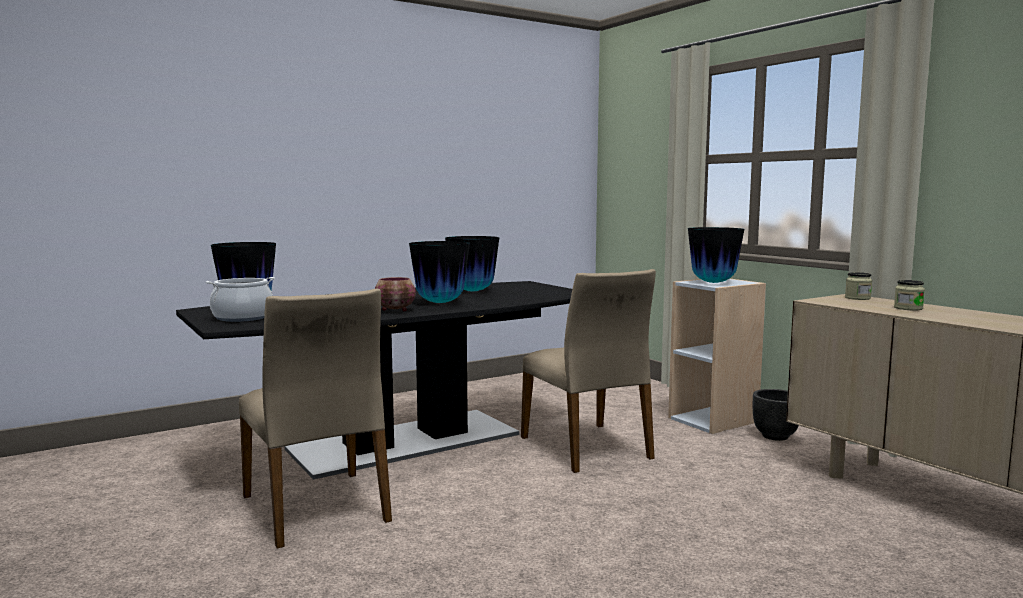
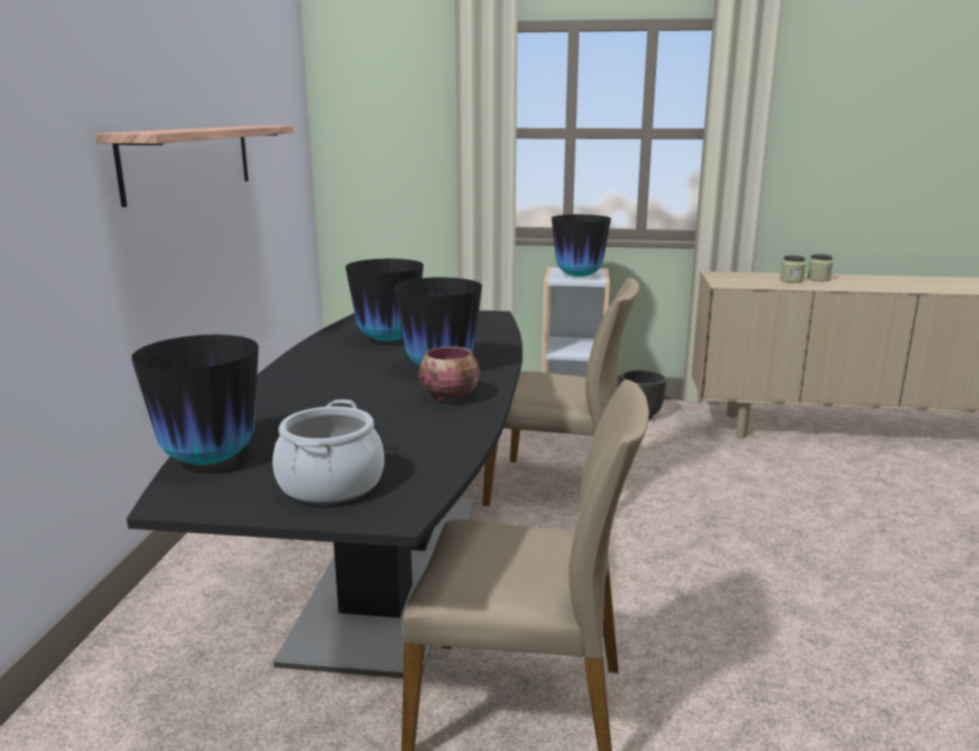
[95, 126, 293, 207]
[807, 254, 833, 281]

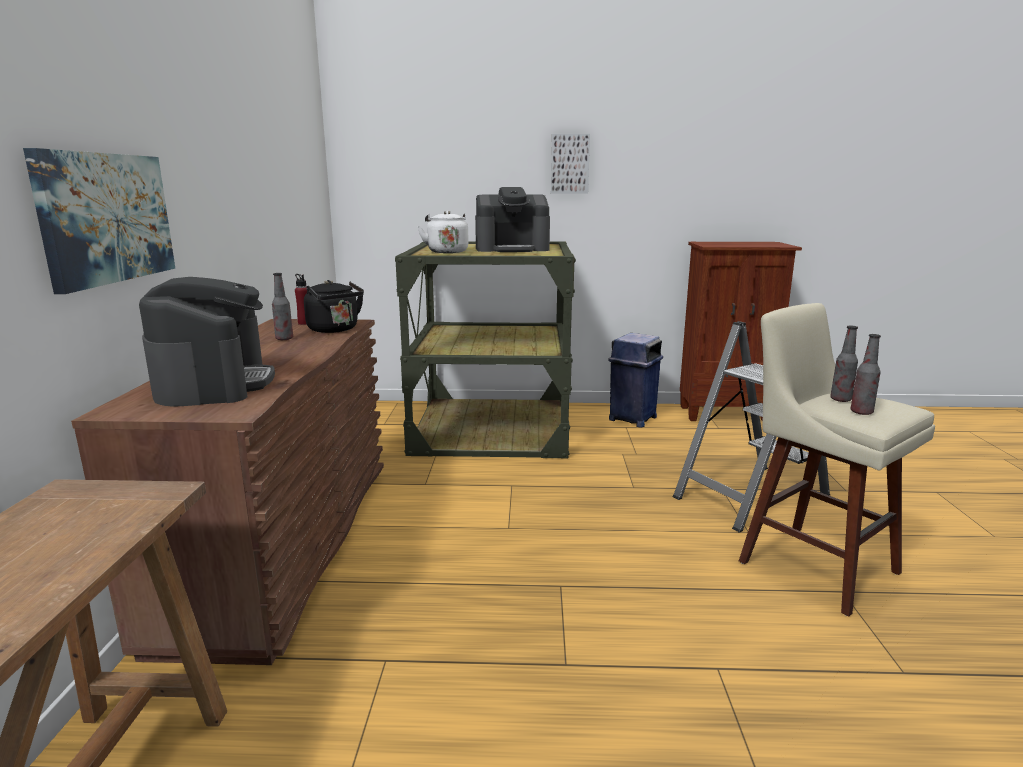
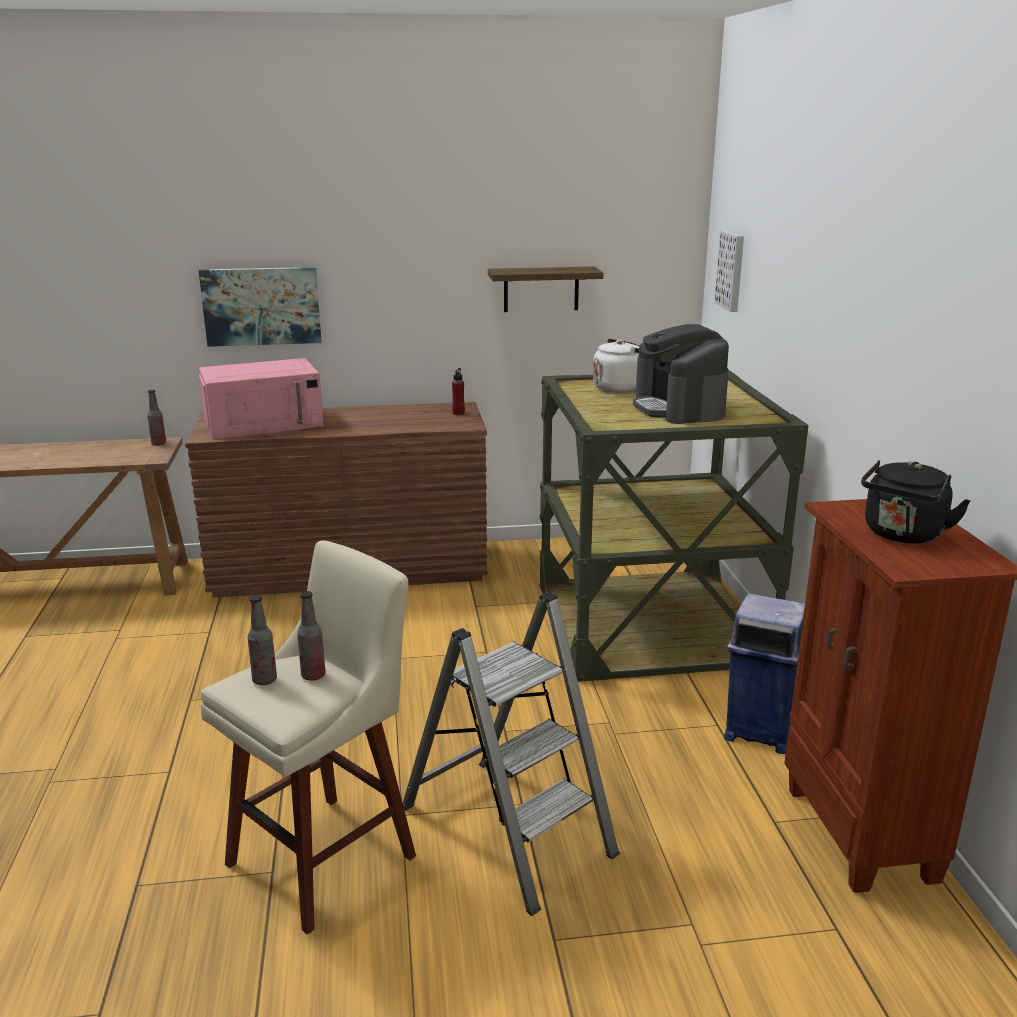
[488, 267, 603, 312]
[147, 390, 166, 445]
[861, 460, 971, 544]
[714, 231, 744, 312]
[199, 358, 324, 439]

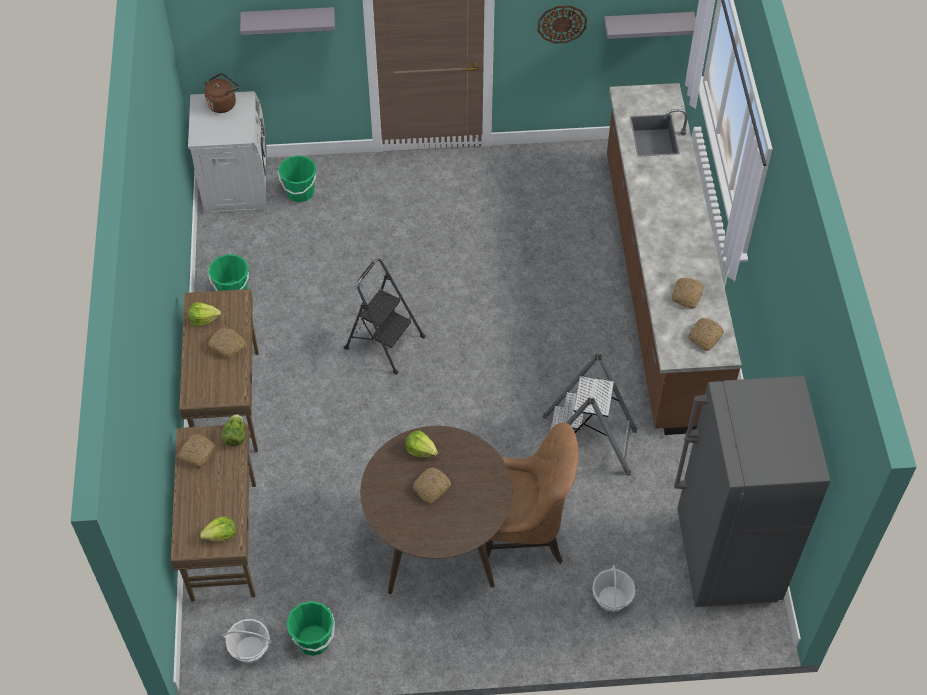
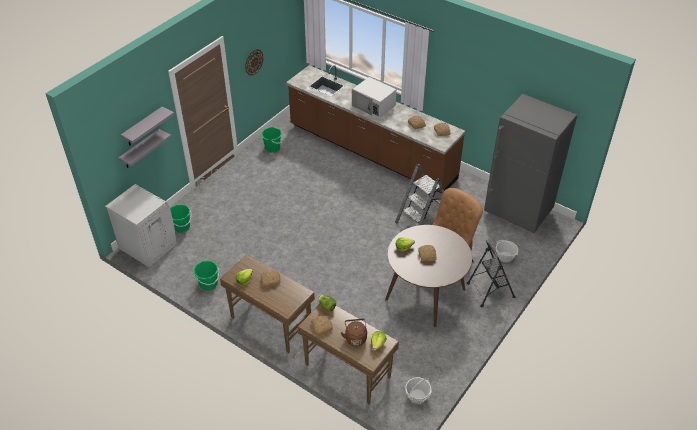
[352, 77, 396, 118]
[341, 318, 367, 346]
[261, 127, 282, 153]
[467, 240, 516, 307]
[118, 129, 171, 168]

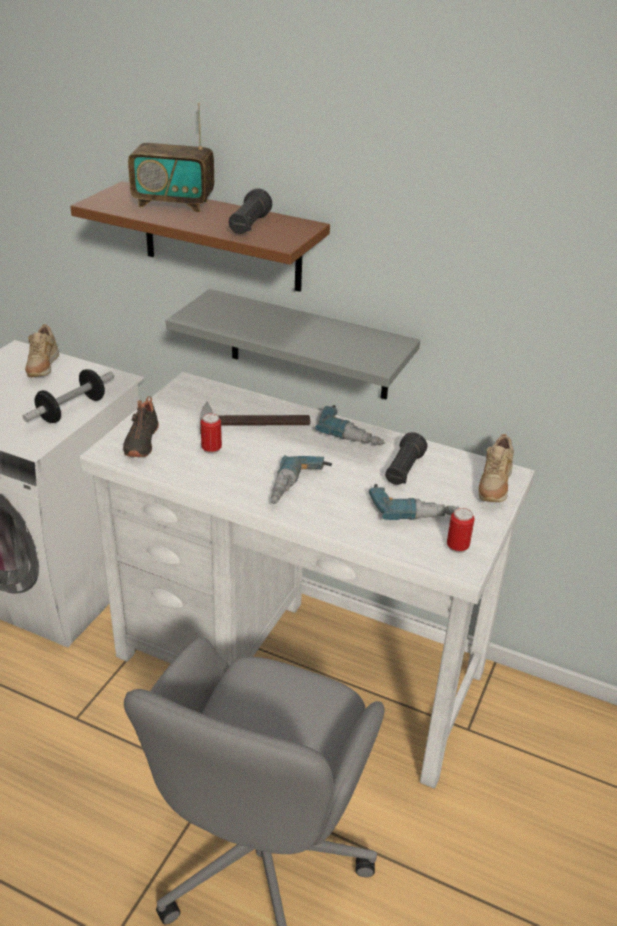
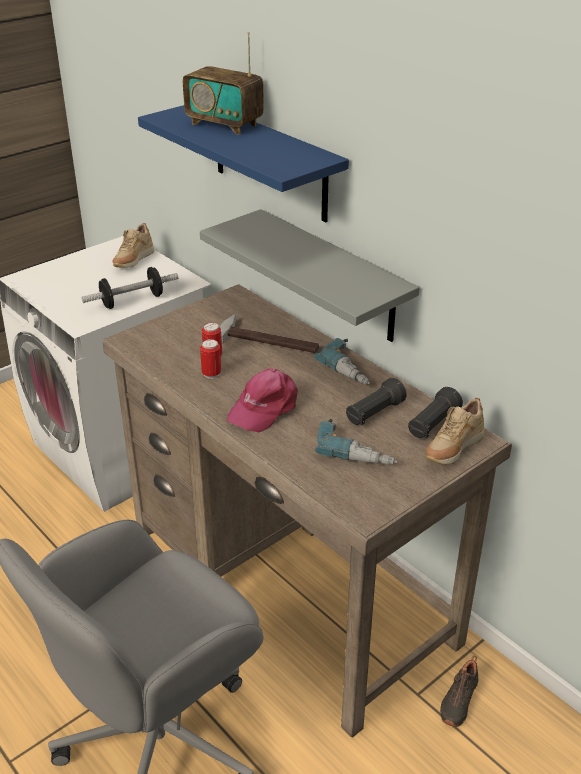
[440, 655, 479, 727]
[408, 387, 463, 438]
[200, 339, 221, 379]
[227, 368, 298, 432]
[138, 105, 349, 223]
[103, 284, 512, 737]

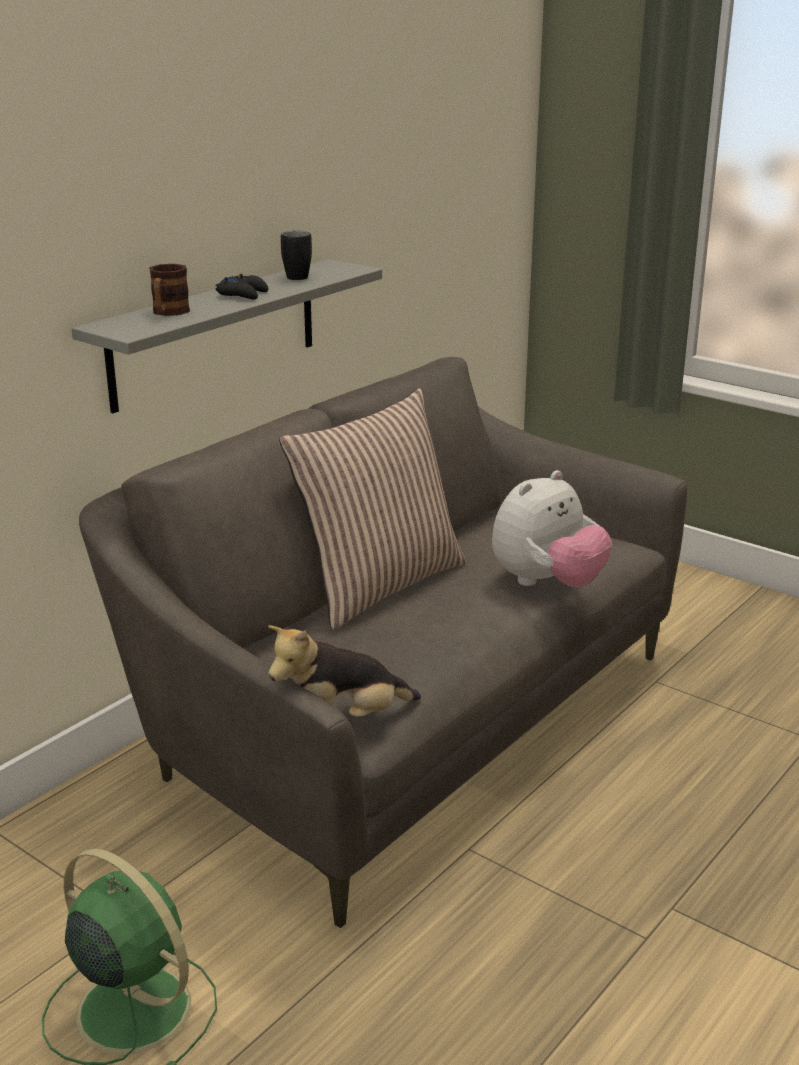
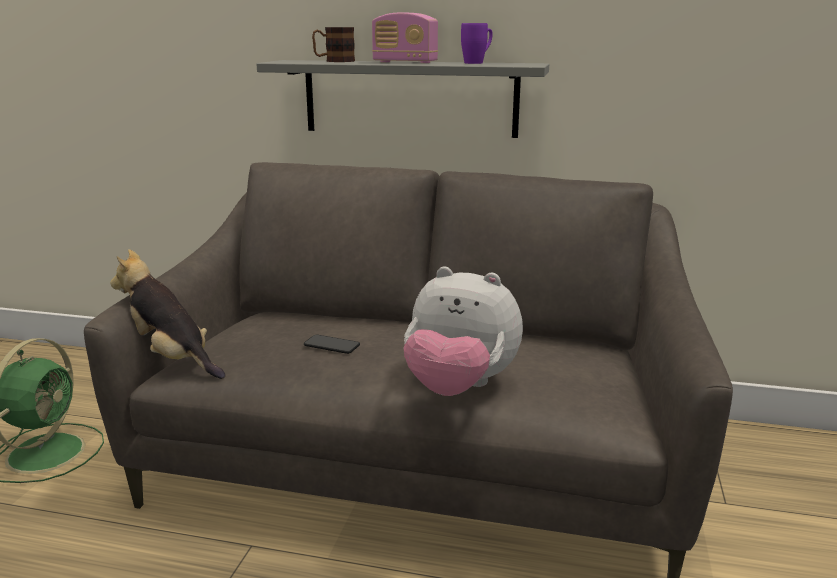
[279, 388, 466, 630] (first image)
[304, 335, 360, 354]
[372, 12, 438, 63]
[461, 23, 493, 64]

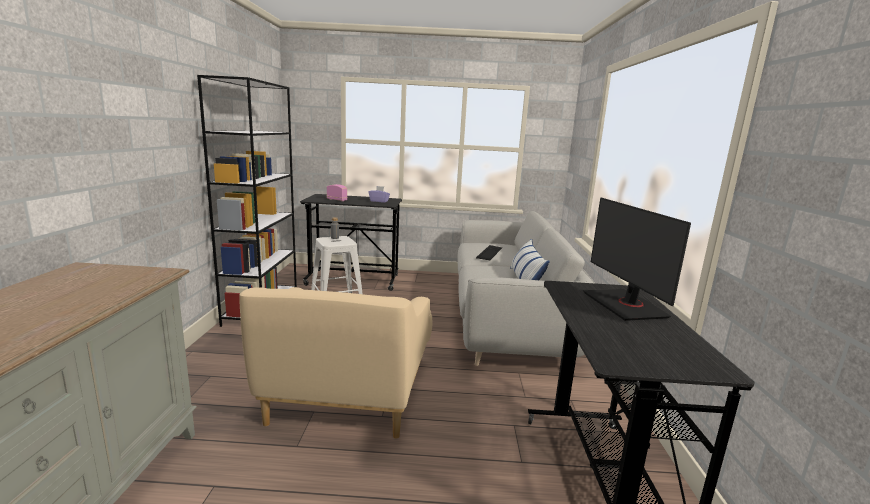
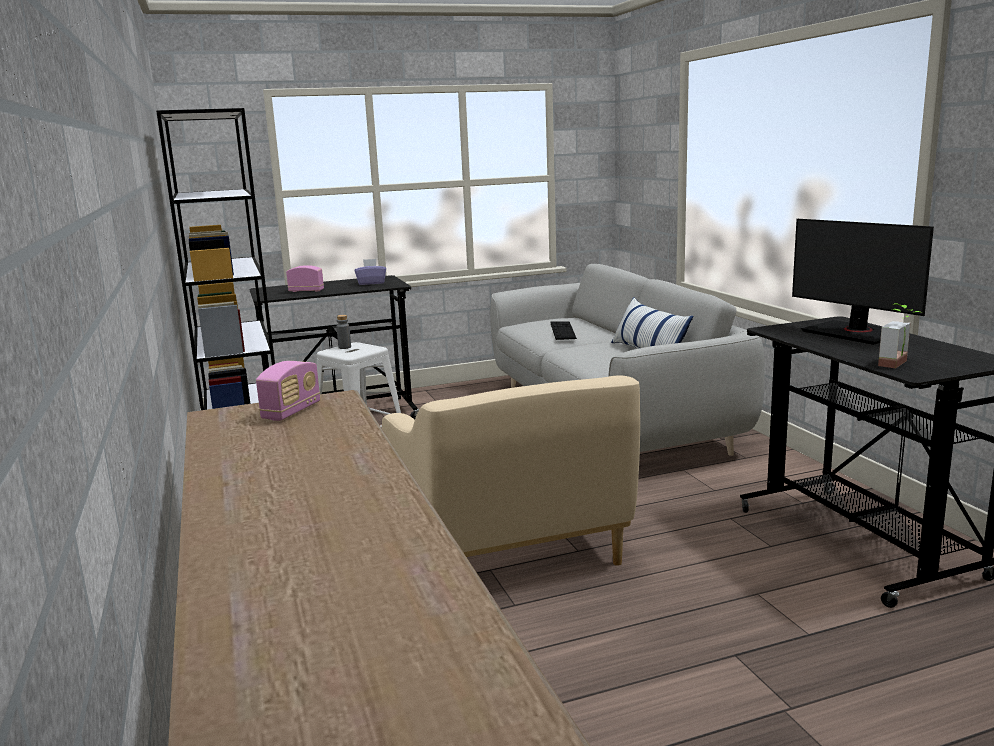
[256, 361, 320, 421]
[878, 303, 922, 368]

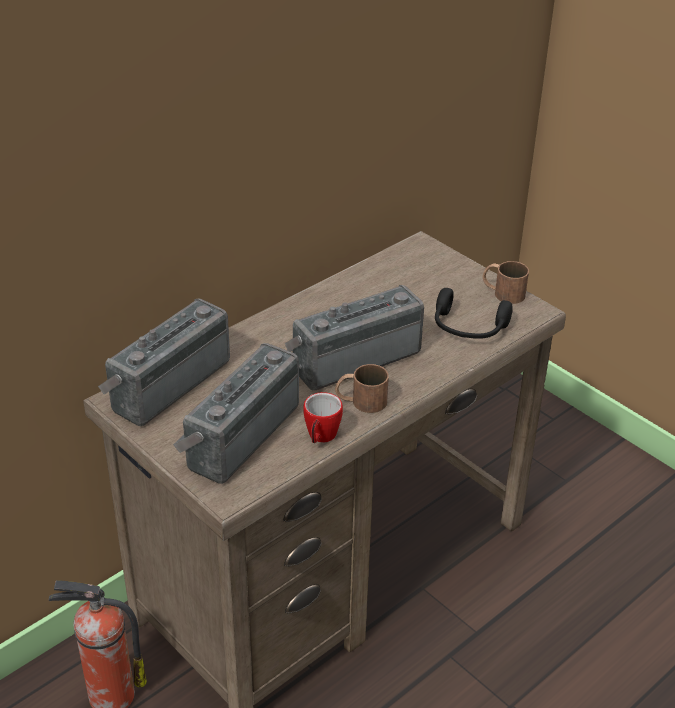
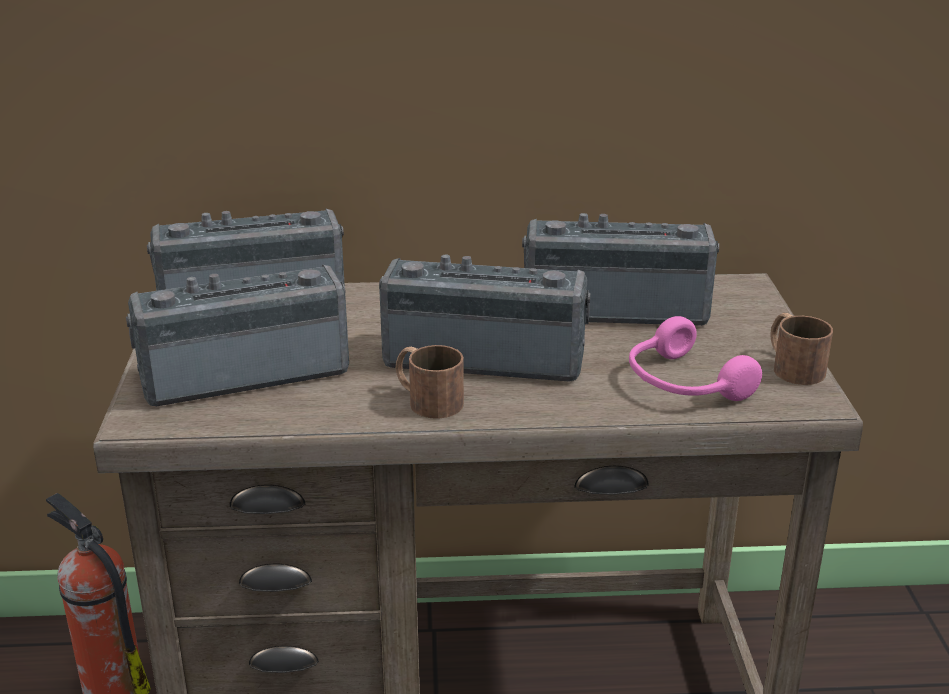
[303, 392, 343, 443] (first image)
[522, 213, 719, 326]
[629, 316, 762, 401]

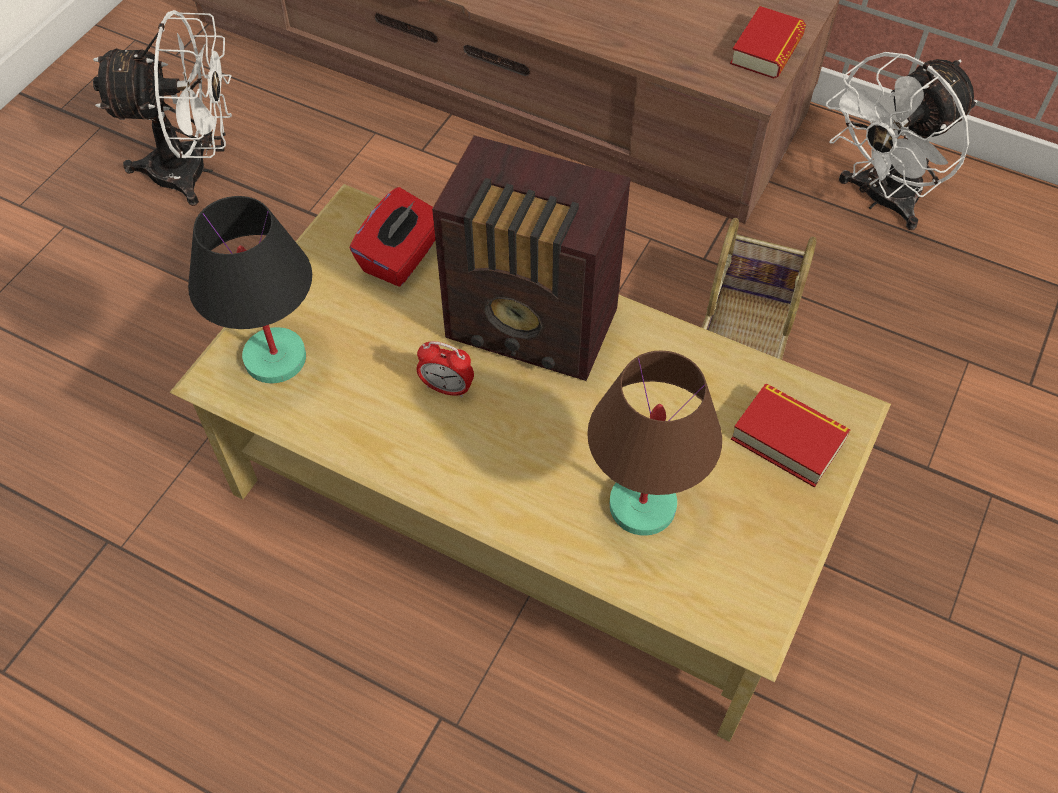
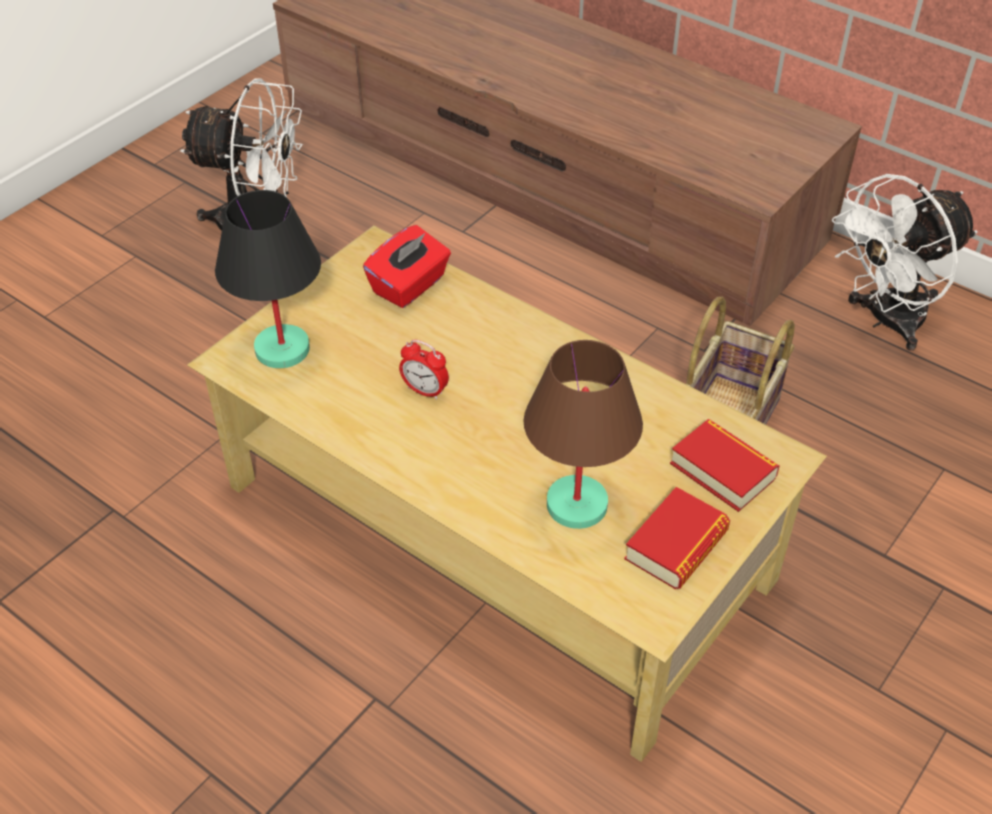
[432, 136, 631, 381] (first image)
[624, 487, 730, 589]

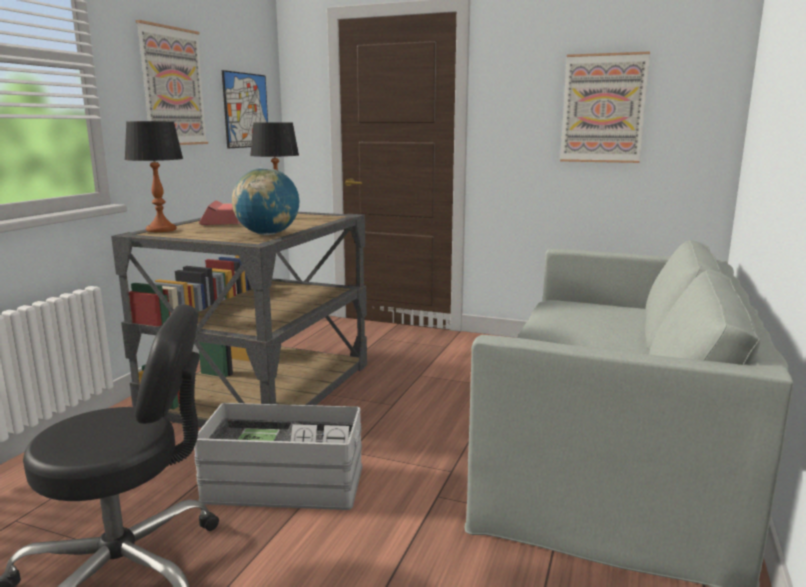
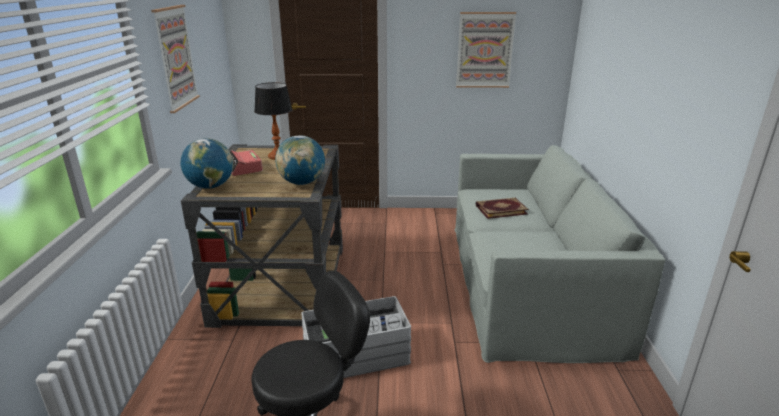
[222, 70, 268, 148] (first image)
[476, 198, 529, 219]
[180, 138, 233, 189]

